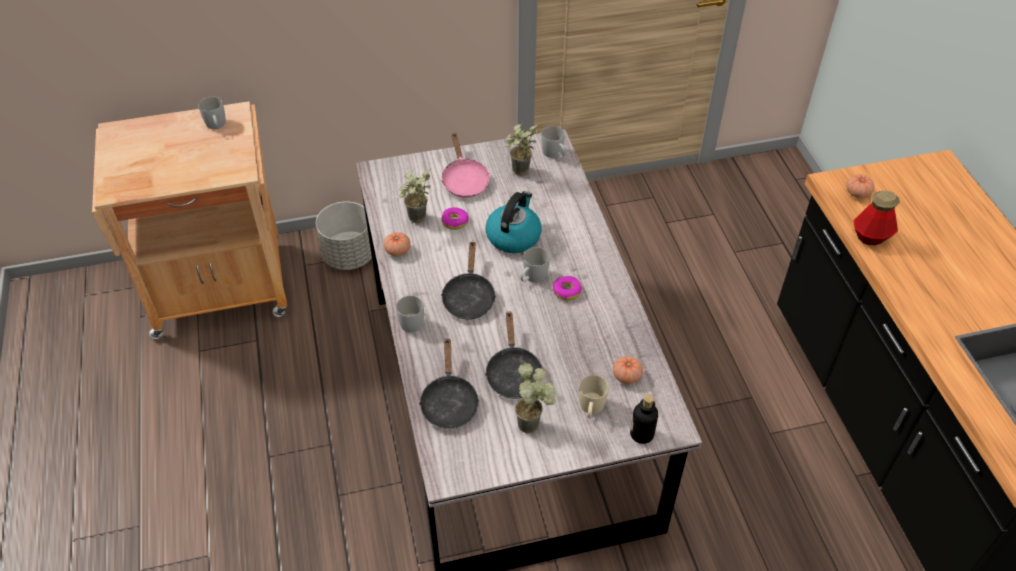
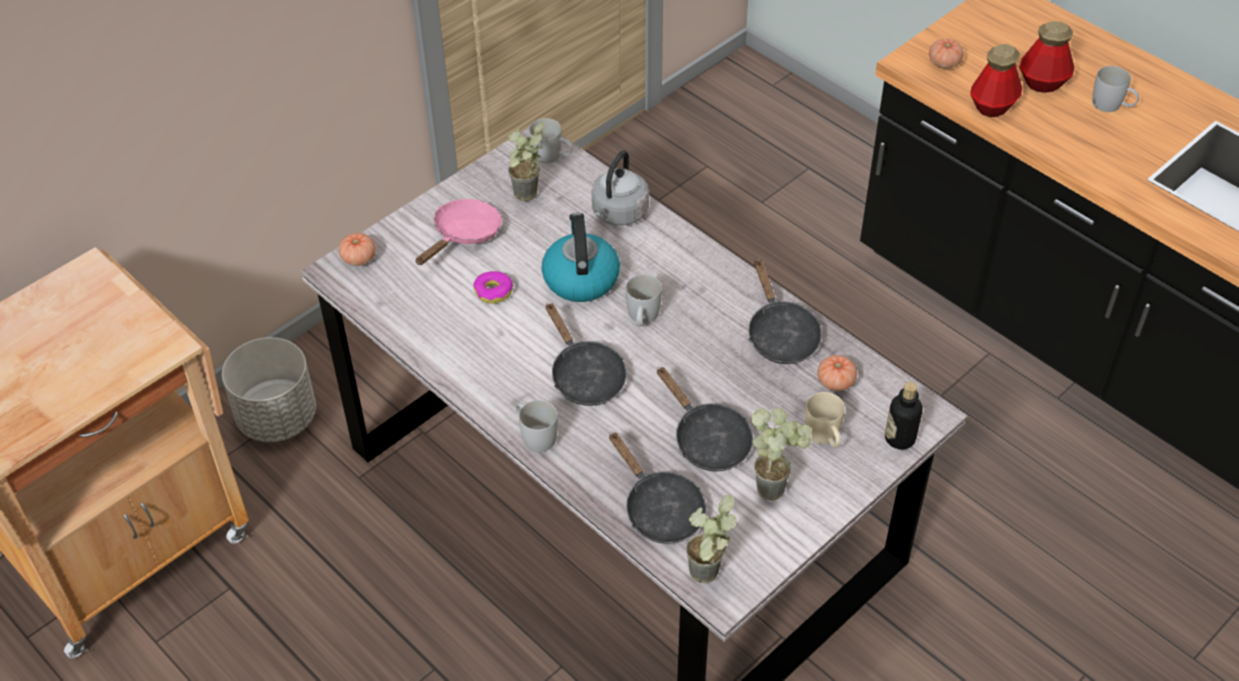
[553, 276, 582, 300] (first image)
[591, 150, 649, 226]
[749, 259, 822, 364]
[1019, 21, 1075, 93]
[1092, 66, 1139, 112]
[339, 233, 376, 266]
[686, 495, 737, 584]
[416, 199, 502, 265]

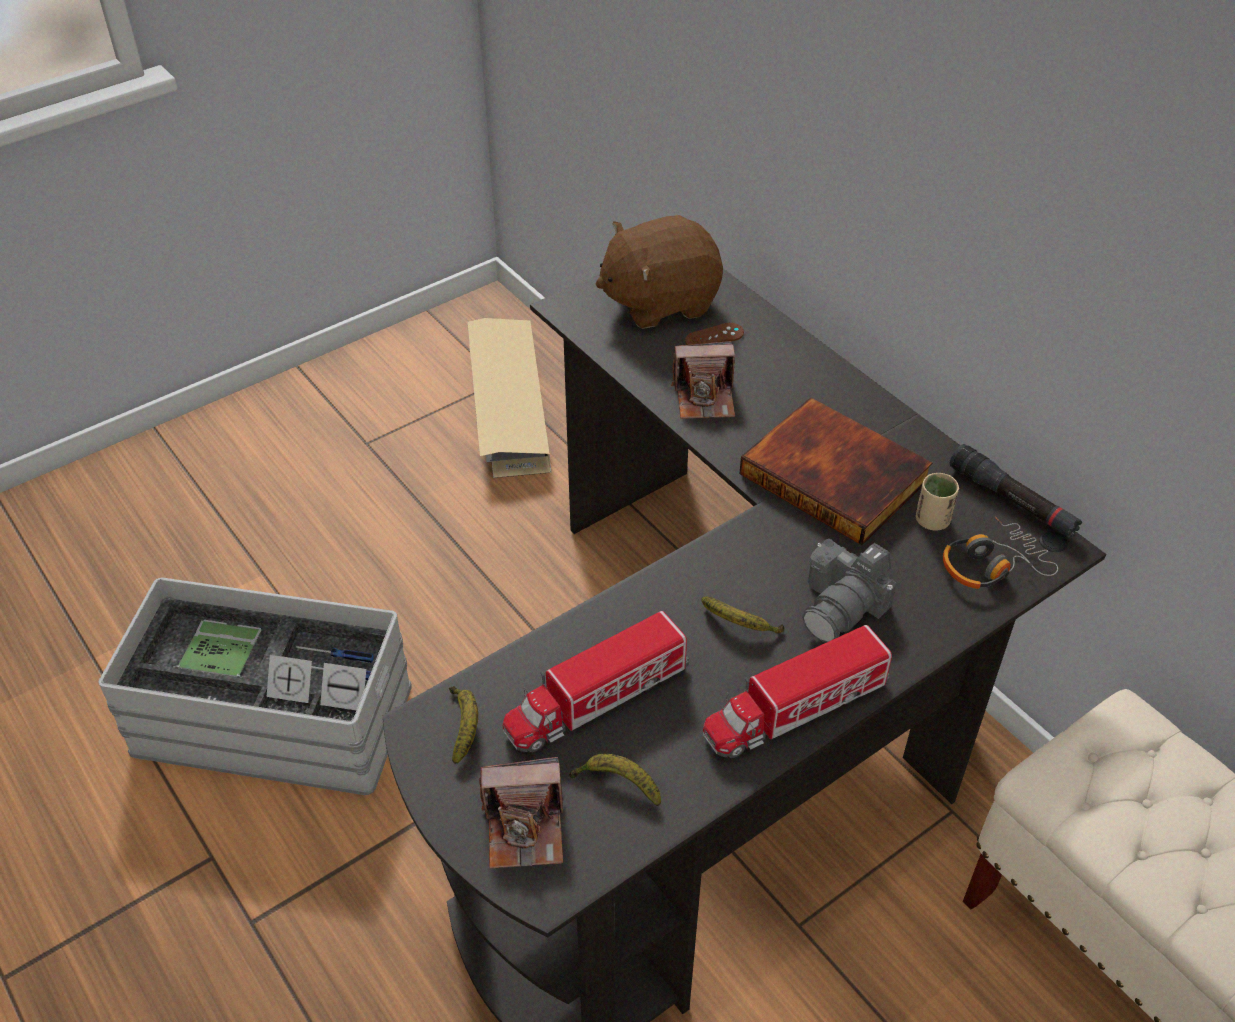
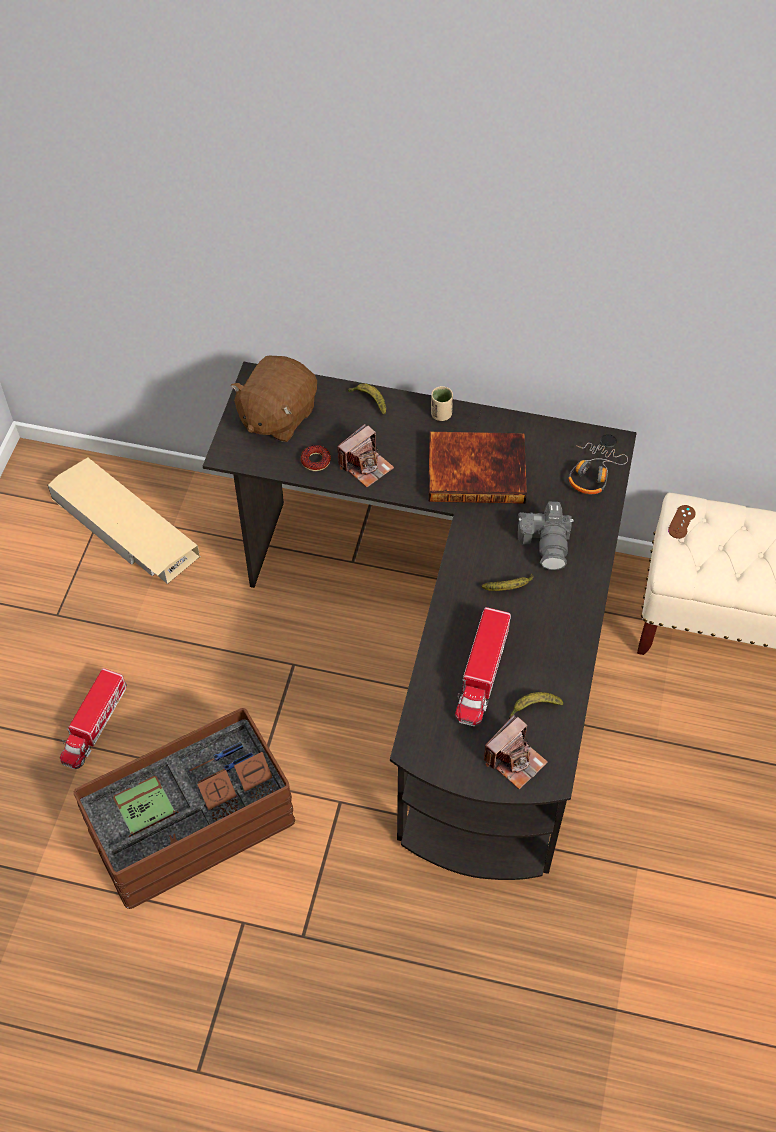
[950, 444, 1082, 538] (first image)
[301, 445, 331, 471]
[348, 383, 386, 415]
[668, 505, 696, 539]
[60, 668, 127, 769]
[431, 386, 453, 421]
[74, 708, 295, 909]

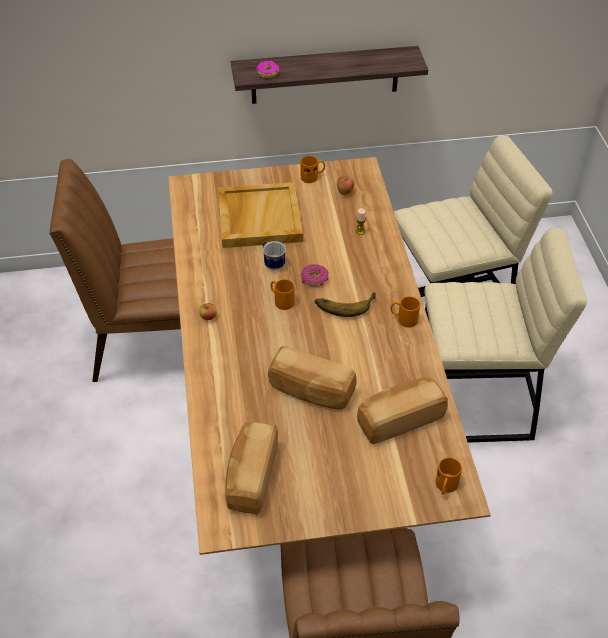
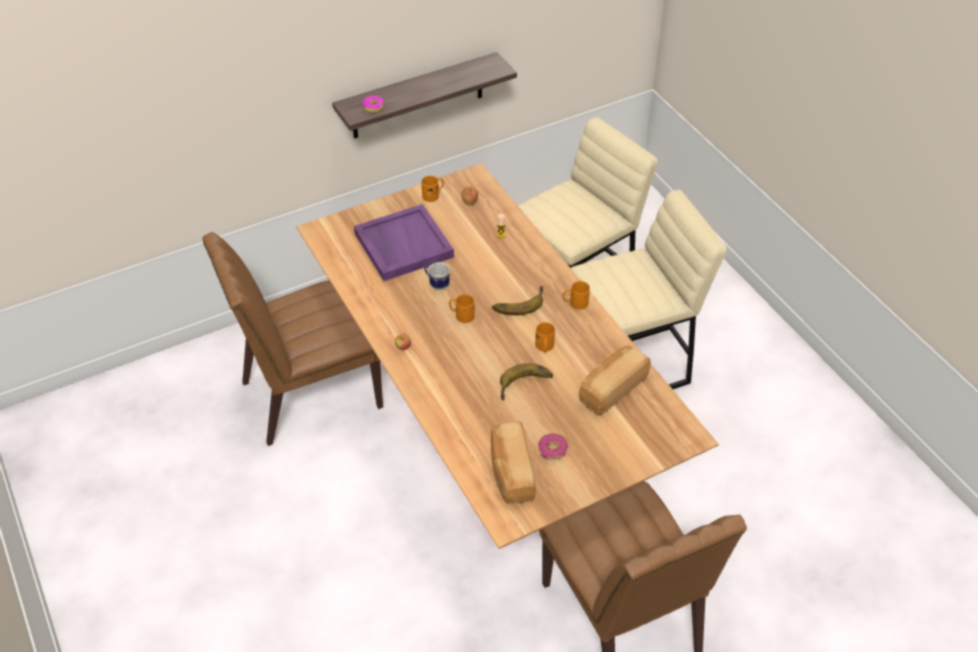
[538, 434, 568, 460]
[535, 322, 555, 353]
[500, 363, 553, 400]
[354, 204, 454, 281]

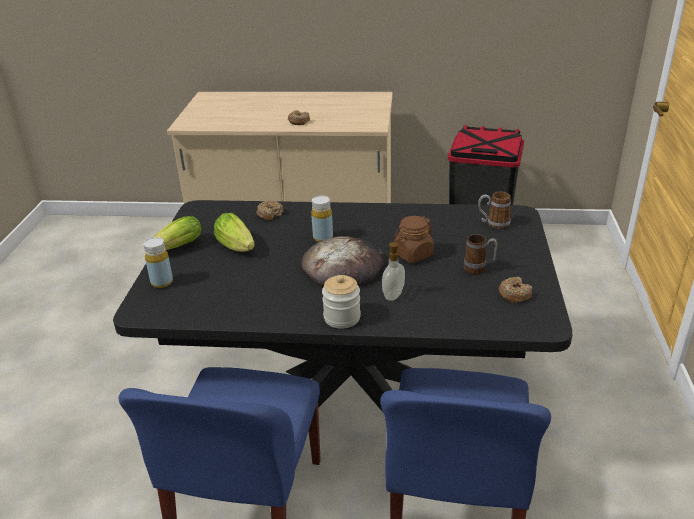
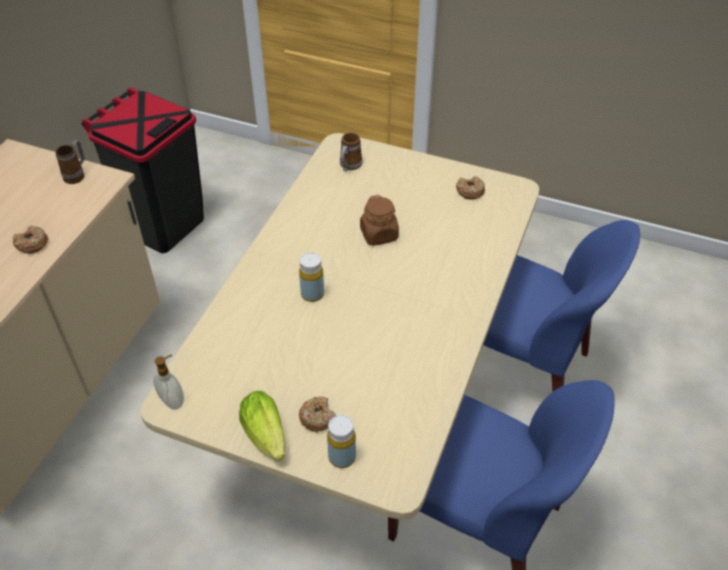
[214, 213, 255, 252] (first image)
[302, 236, 385, 286] (first image)
[322, 275, 361, 329] (first image)
[299, 396, 336, 432]
[153, 355, 184, 410]
[55, 140, 85, 184]
[141, 133, 539, 520]

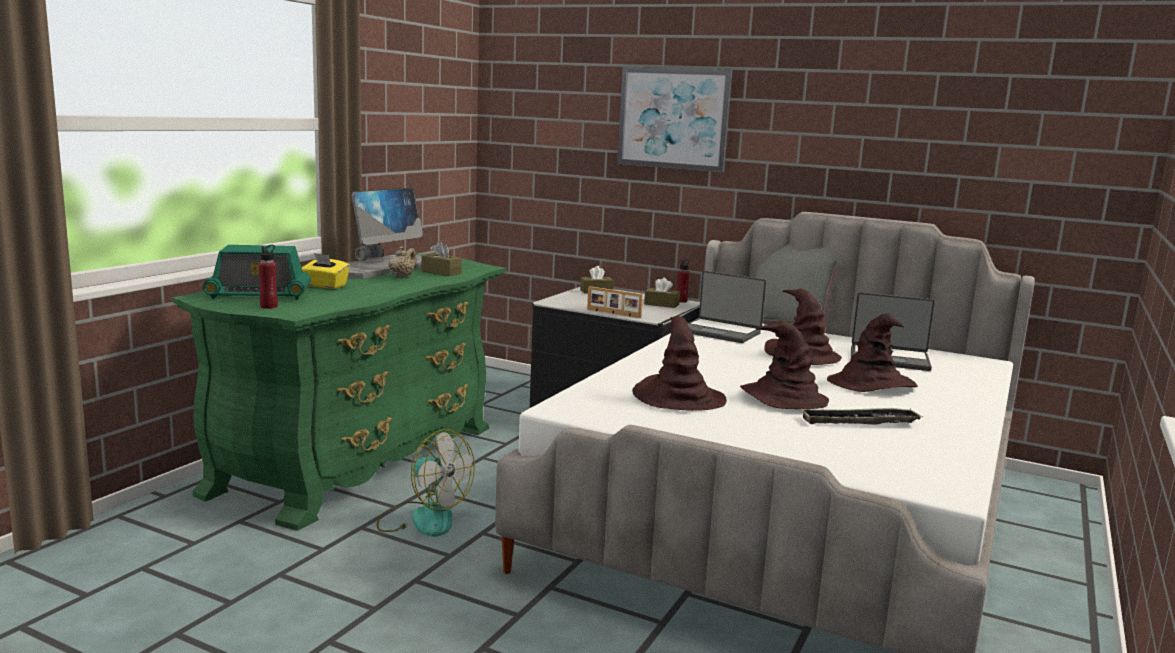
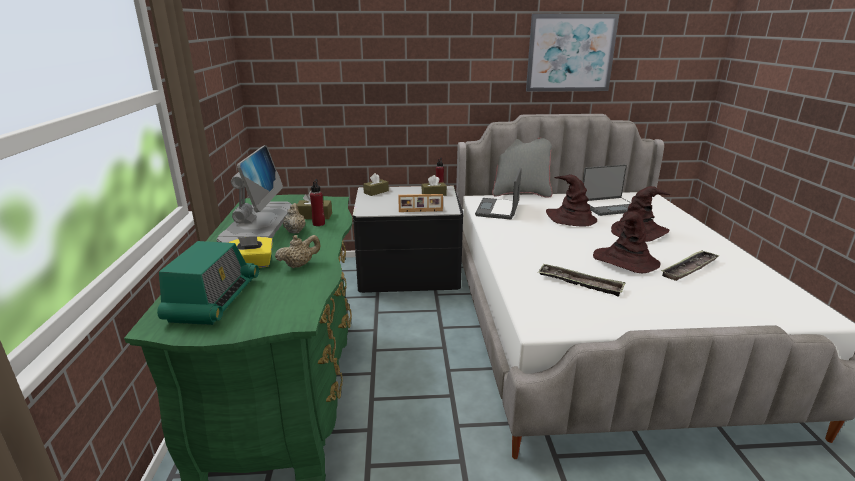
[376, 429, 475, 537] (first image)
[275, 235, 321, 268]
[310, 179, 325, 226]
[526, 14, 619, 92]
[538, 264, 625, 297]
[157, 241, 259, 325]
[475, 168, 522, 219]

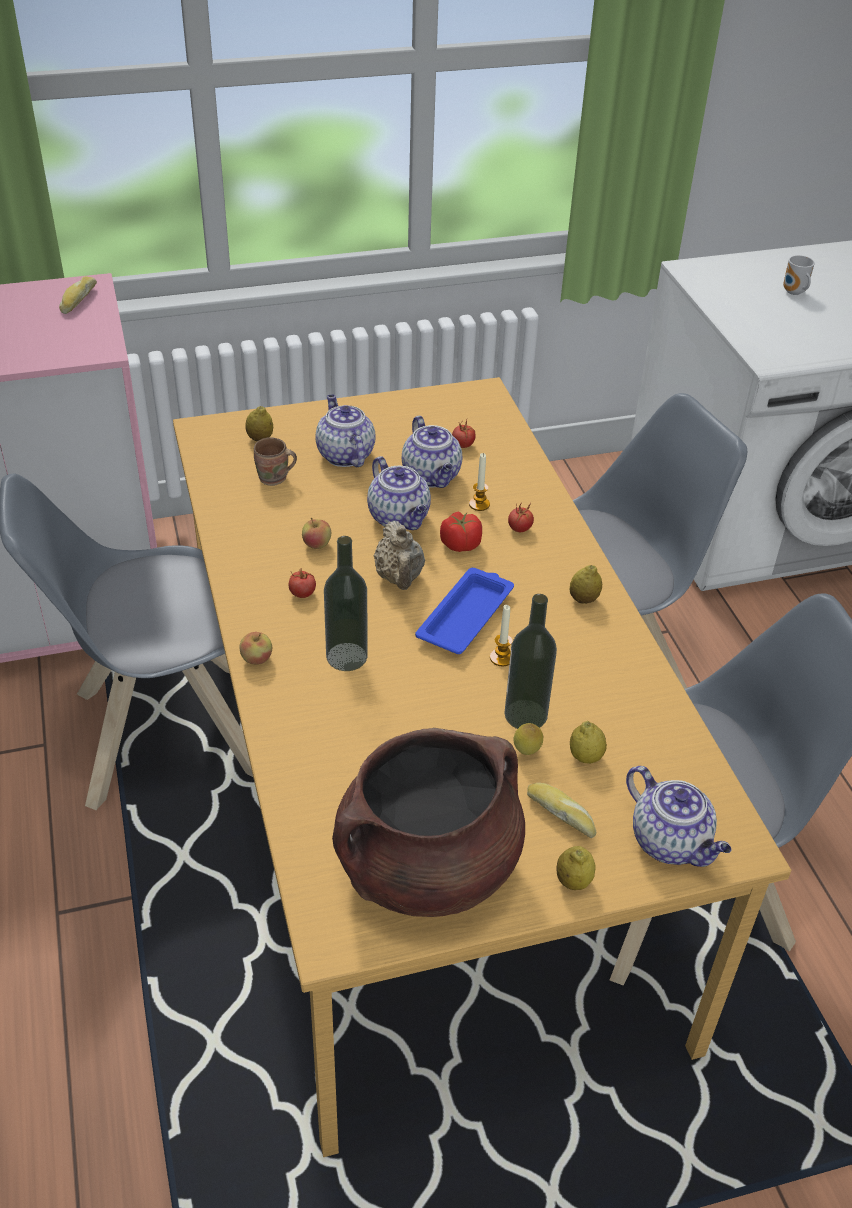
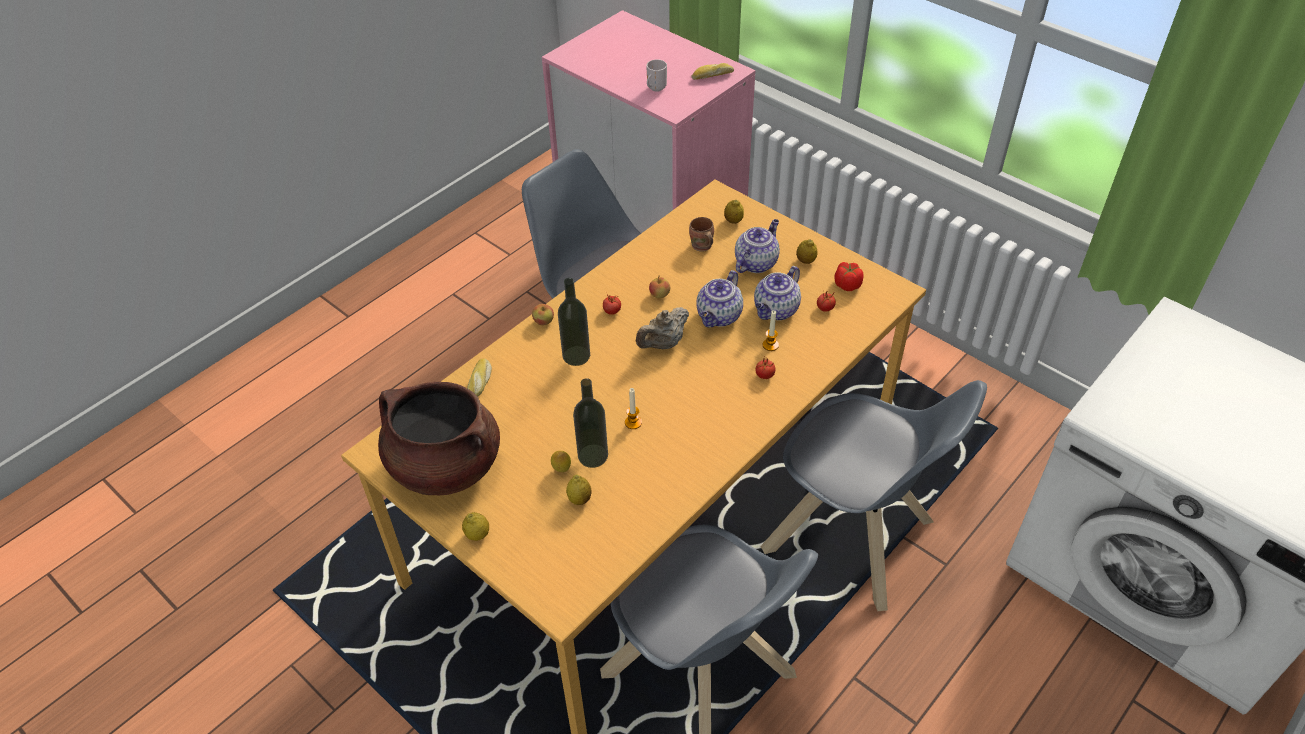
[415, 568, 514, 654] (first image)
[626, 766, 731, 867] (first image)
[834, 262, 864, 291]
[467, 358, 492, 396]
[796, 239, 818, 264]
[646, 59, 667, 92]

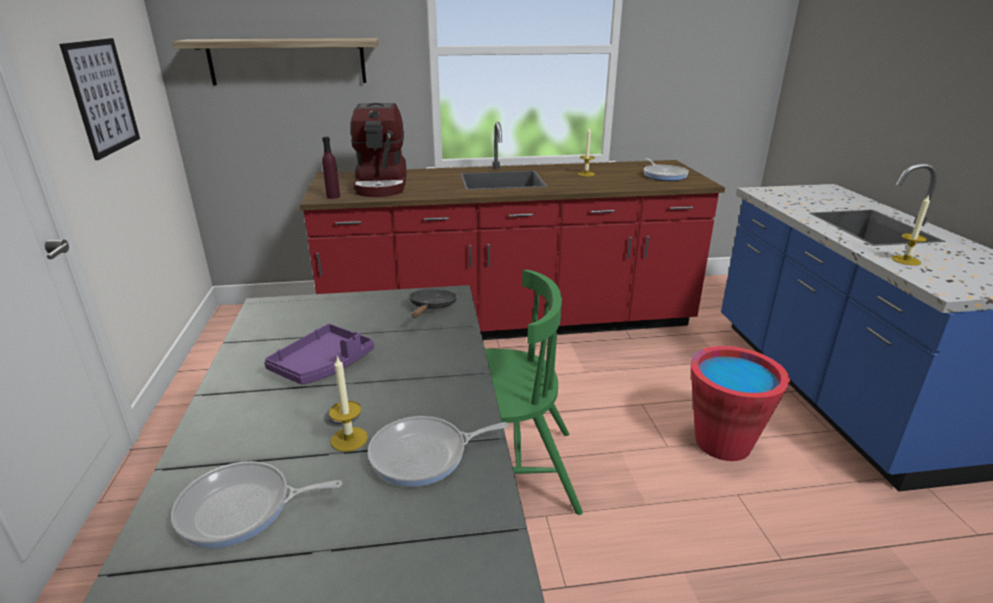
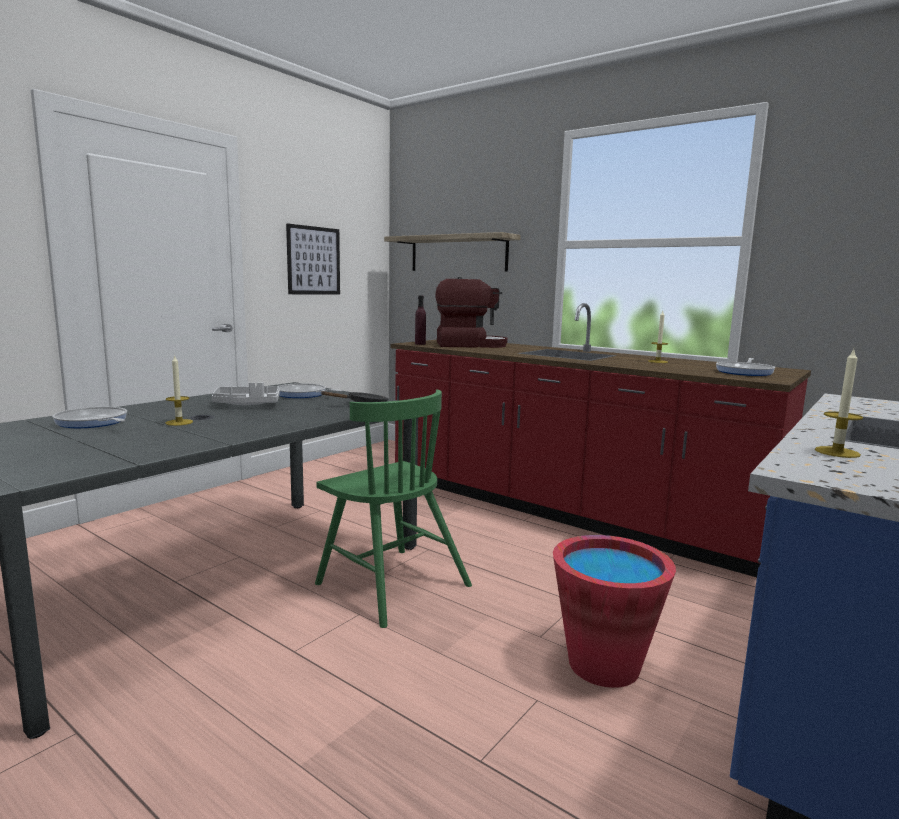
[279, 383, 342, 398]
[212, 382, 280, 405]
[435, 277, 508, 348]

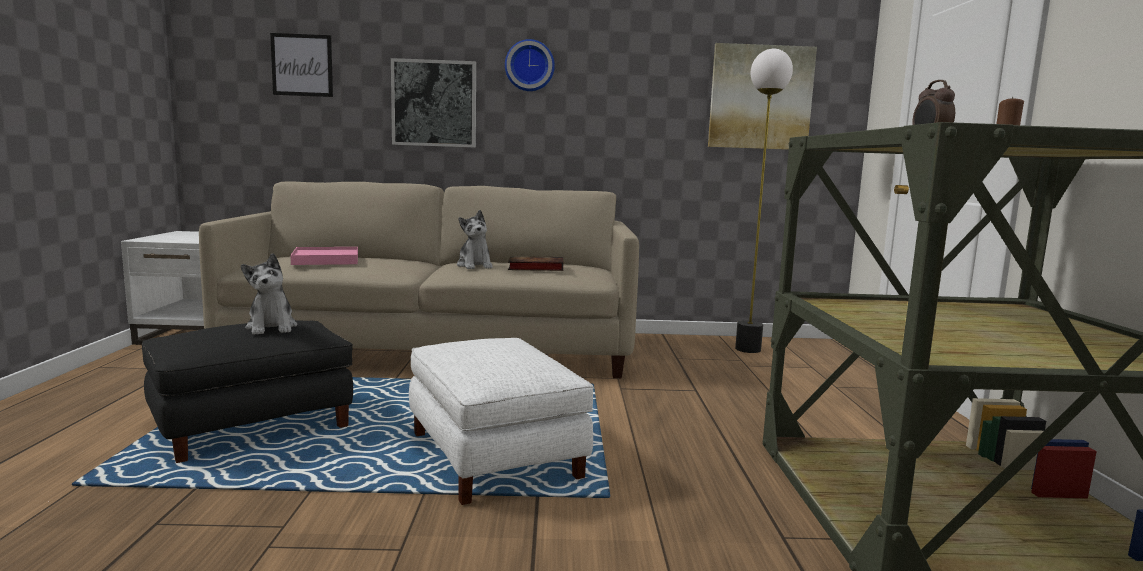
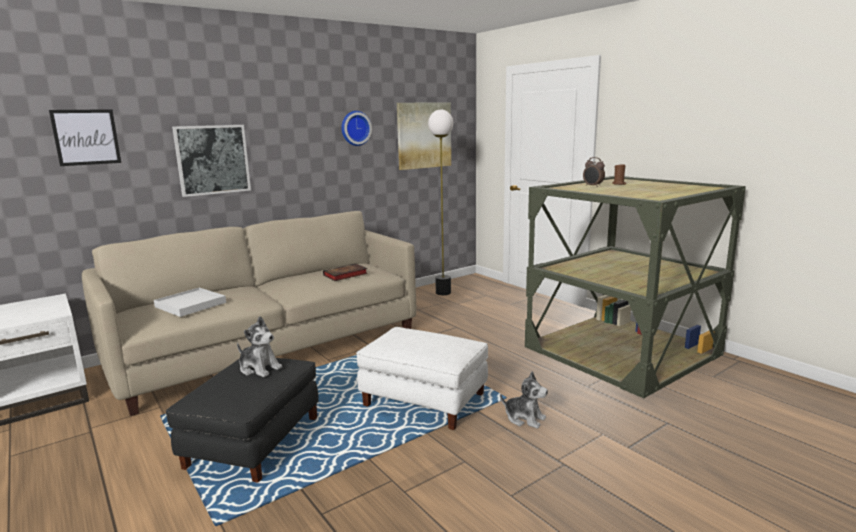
[500, 371, 548, 429]
[342, 111, 372, 146]
[154, 288, 226, 317]

